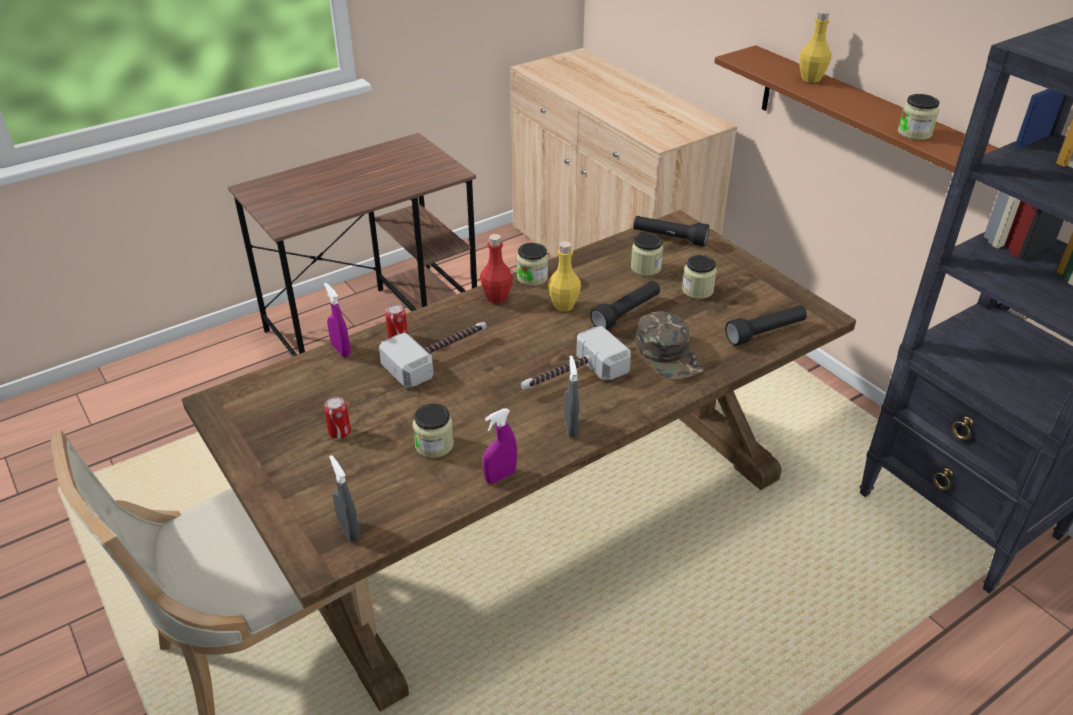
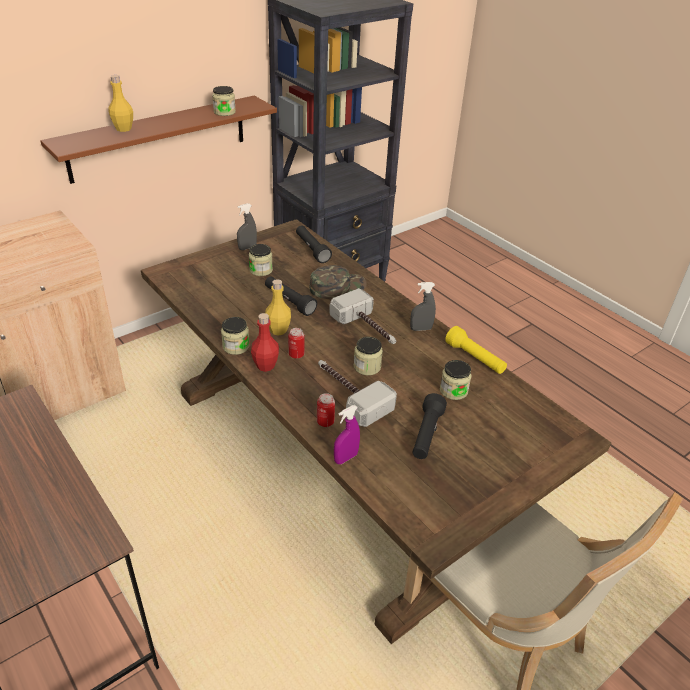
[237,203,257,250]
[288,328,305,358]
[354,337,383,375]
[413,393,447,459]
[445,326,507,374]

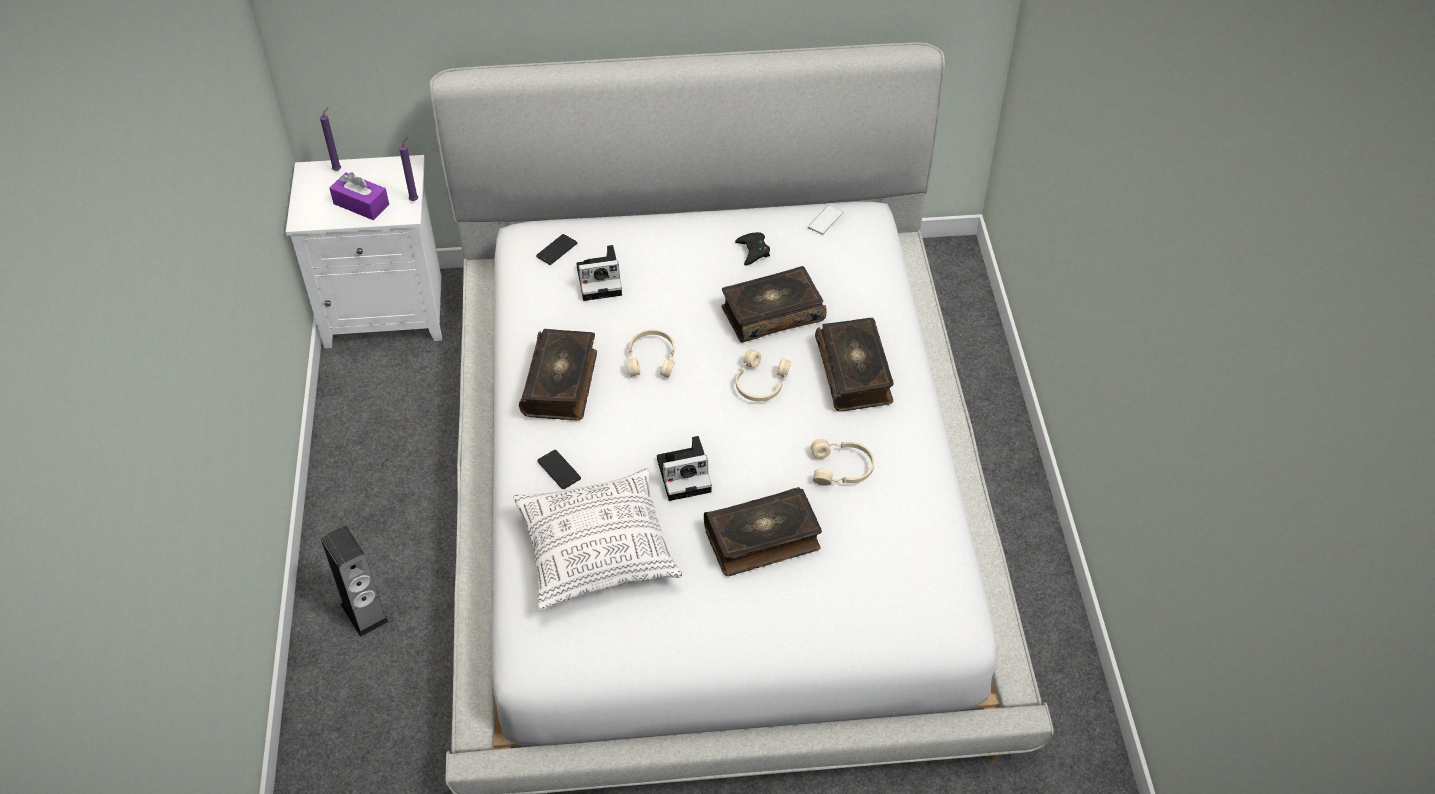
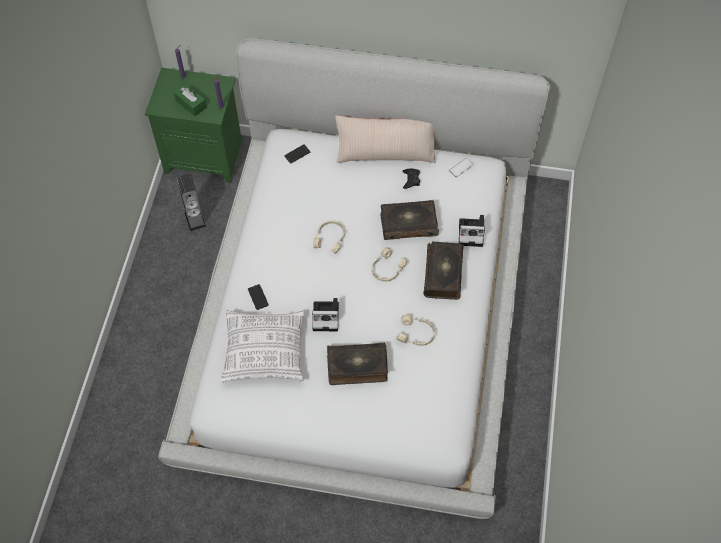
[145,68,242,183]
[174,84,207,116]
[176,174,206,231]
[335,115,436,163]
[459,215,485,247]
[519,329,597,421] (first image)

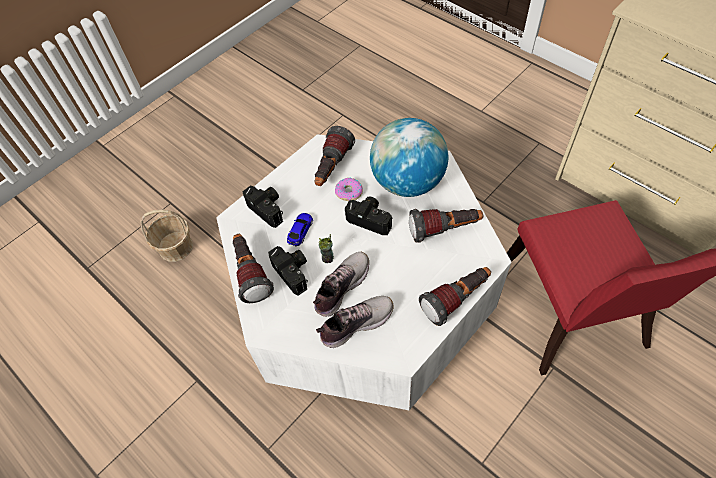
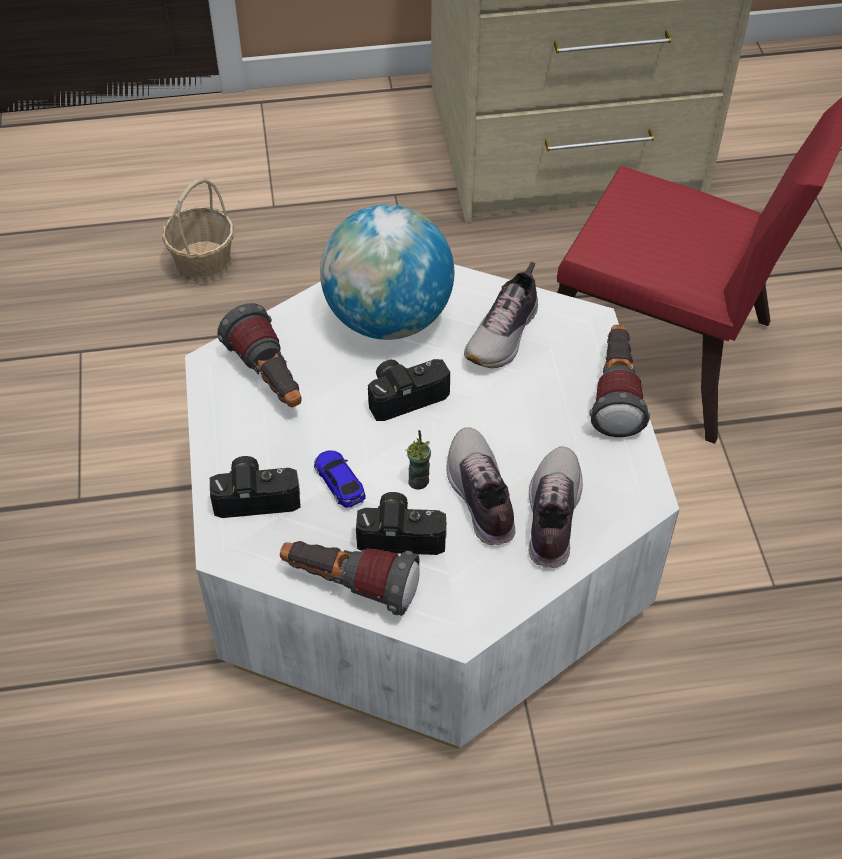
[162,178,234,285]
[464,262,538,368]
[335,178,363,201] (first image)

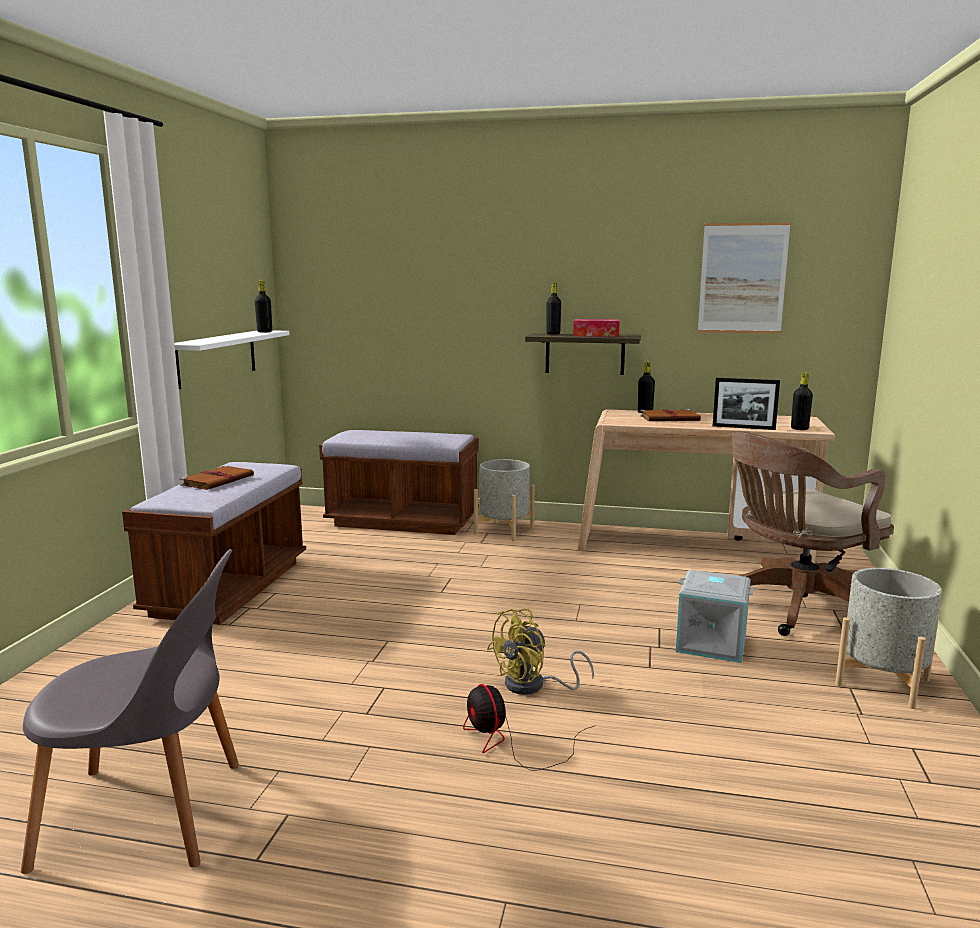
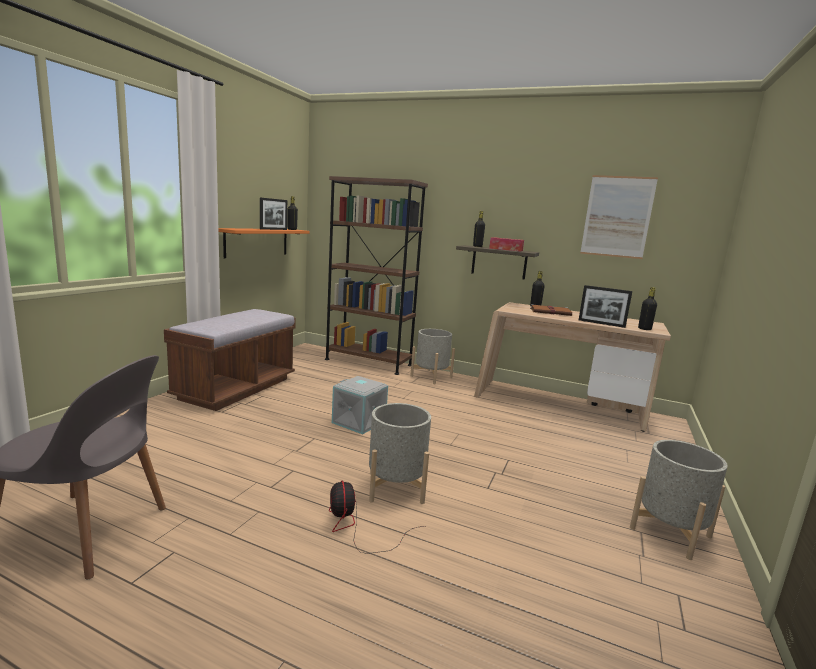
[218,228,309,258]
[260,198,287,230]
[325,176,428,375]
[332,376,388,434]
[369,403,431,504]
[180,465,254,490] (first image)
[732,431,894,636] (first image)

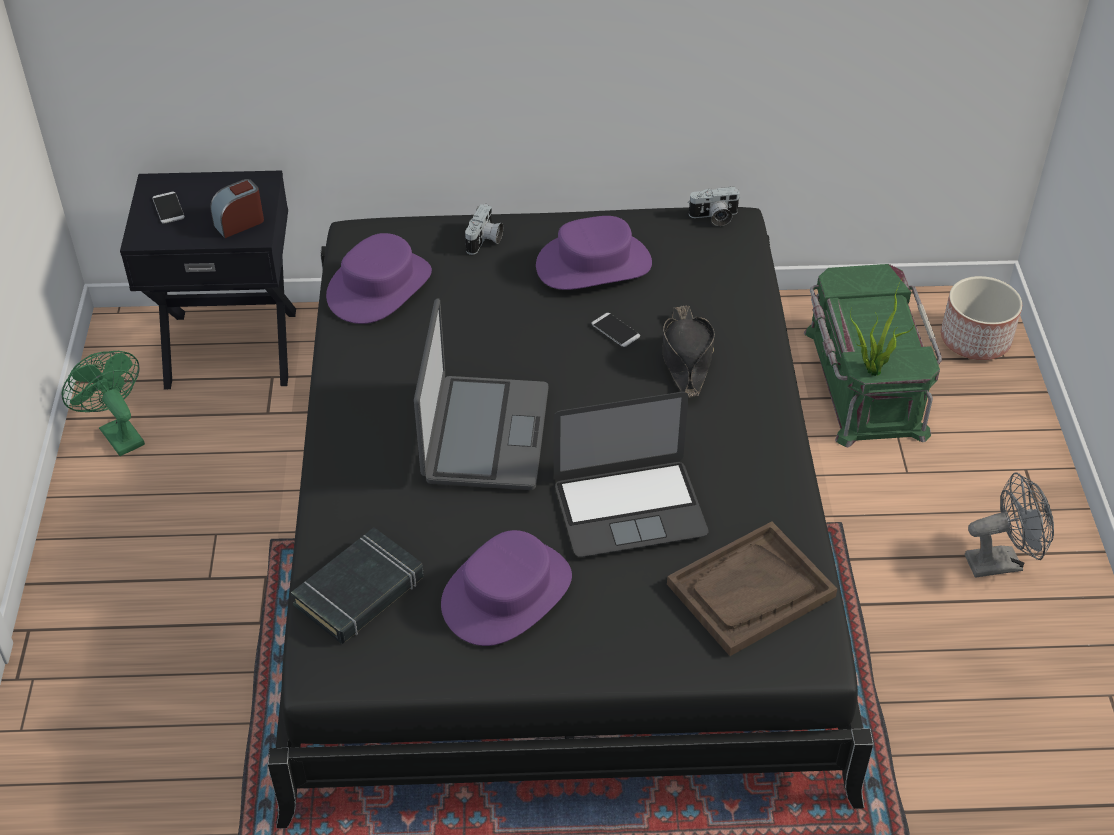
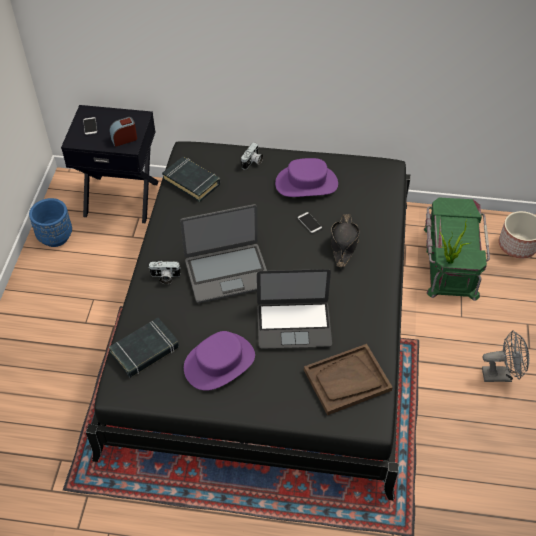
[29,198,72,247]
[148,261,181,284]
[162,156,220,202]
[180,204,267,303]

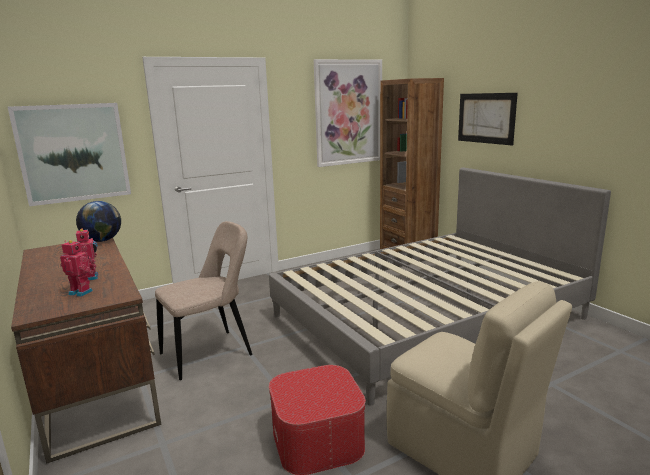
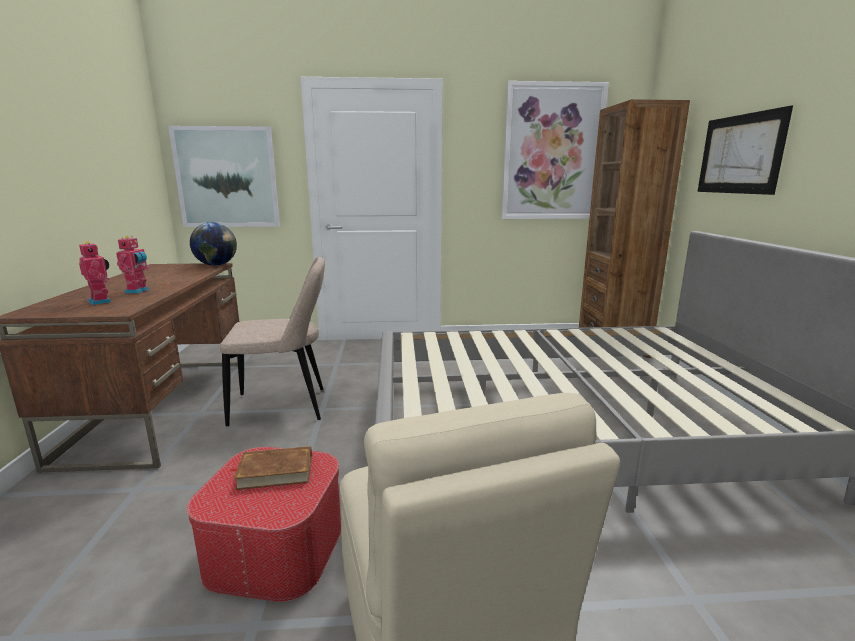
[230,446,312,490]

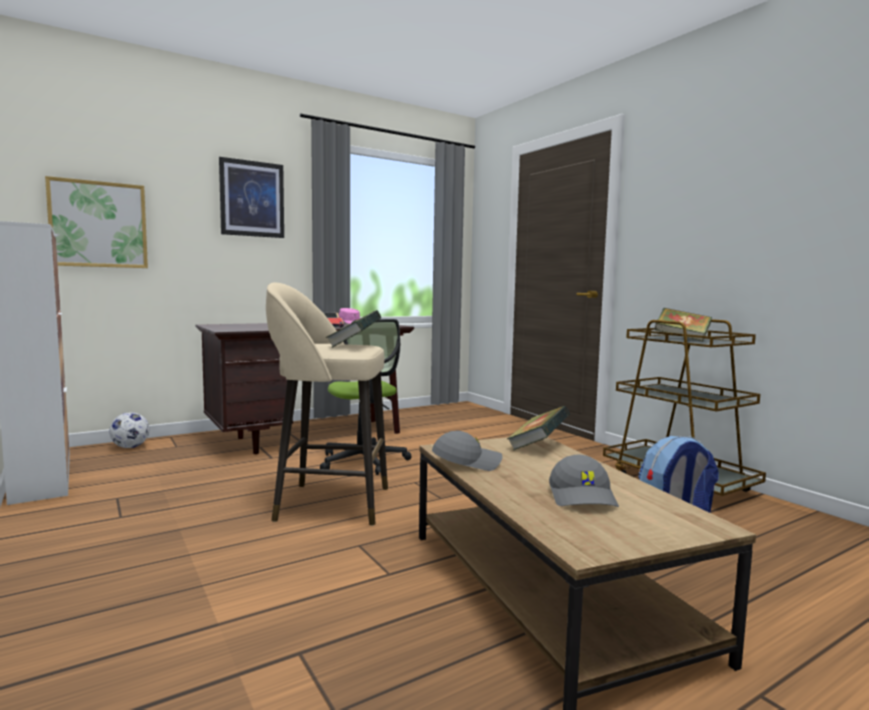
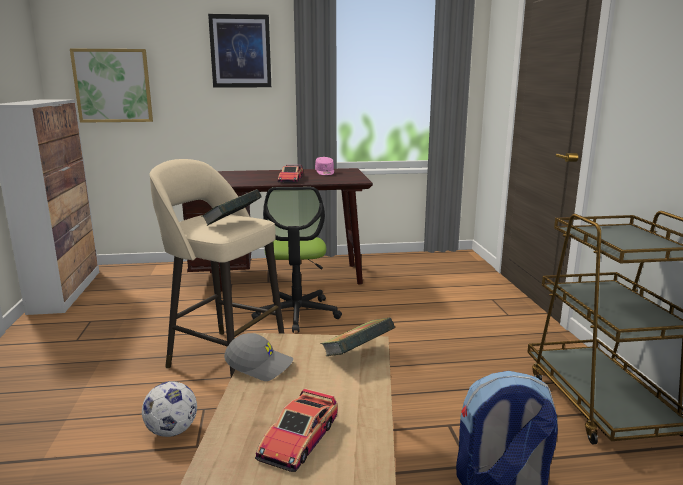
[142,381,197,437]
[255,388,337,472]
[654,308,712,341] (first image)

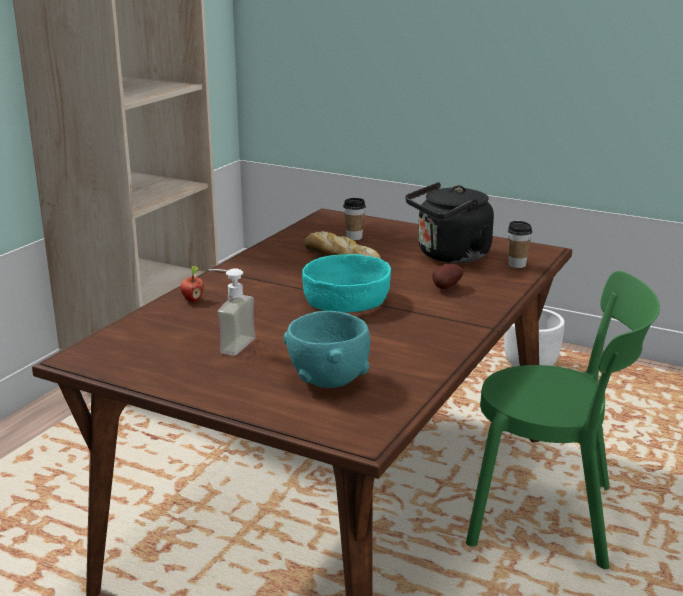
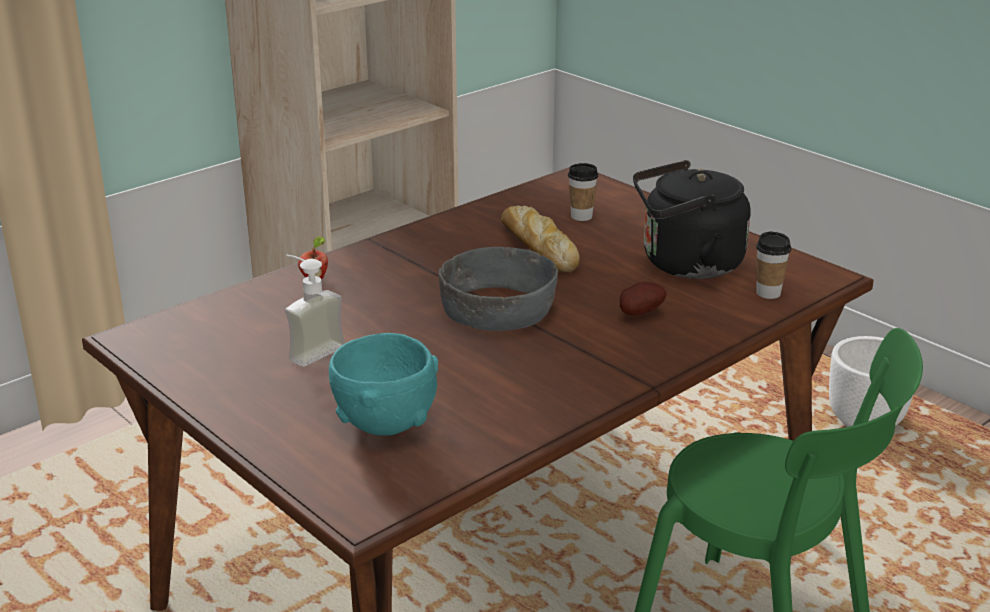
[438,247,558,331]

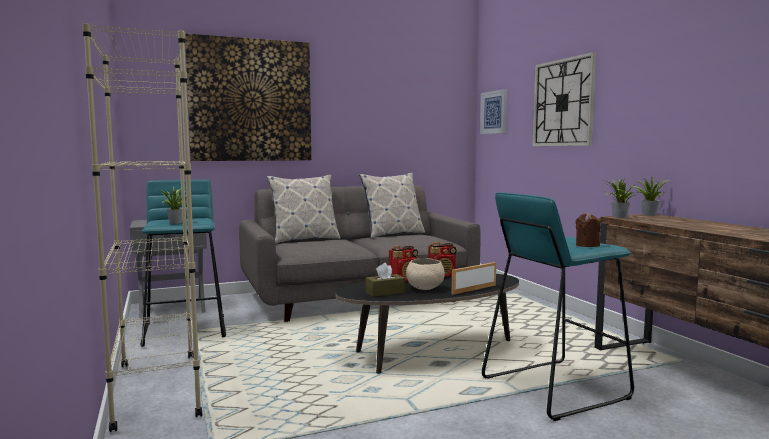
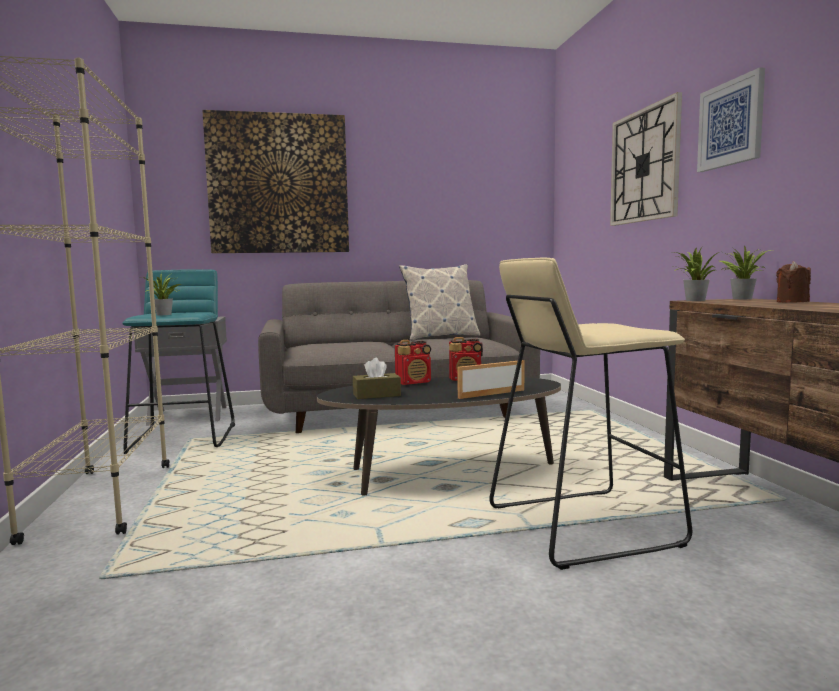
[489,258,692,570]
[697,67,765,172]
[776,261,811,303]
[267,175,340,244] (first image)
[406,259,445,290] (first image)

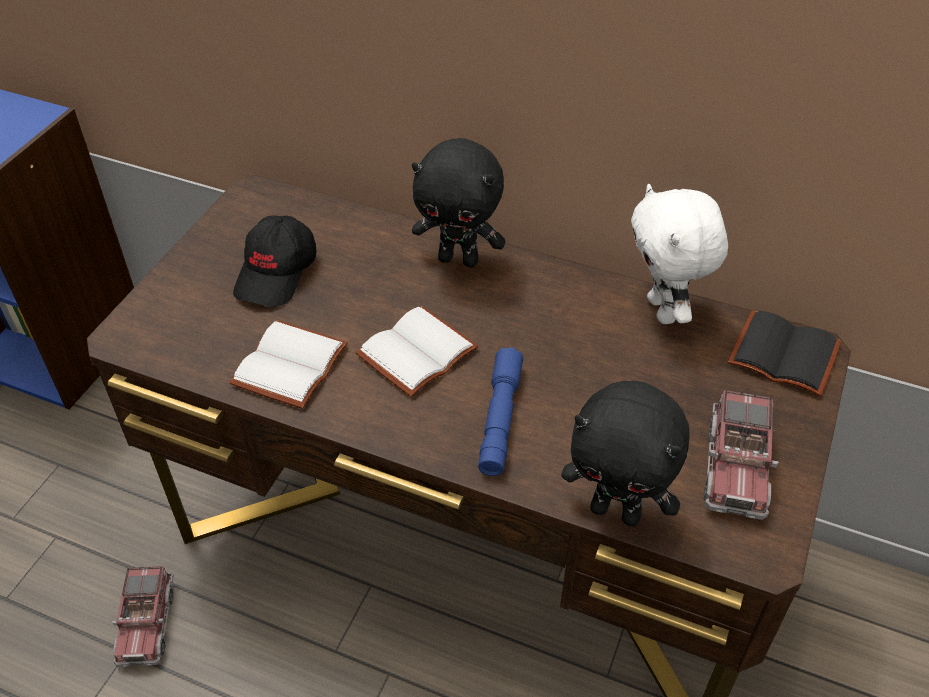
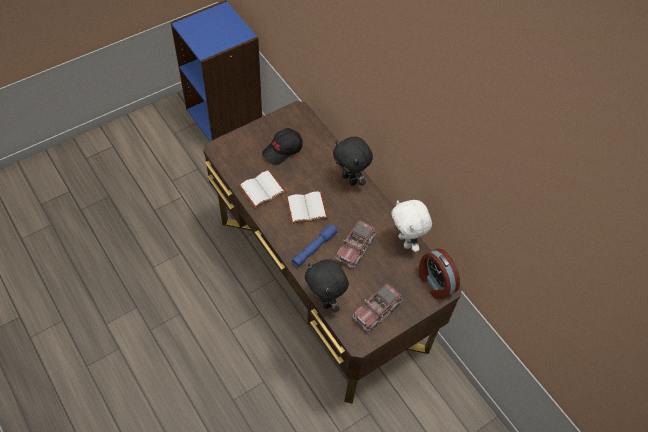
[335,220,377,268]
[391,200,432,252]
[419,249,460,299]

